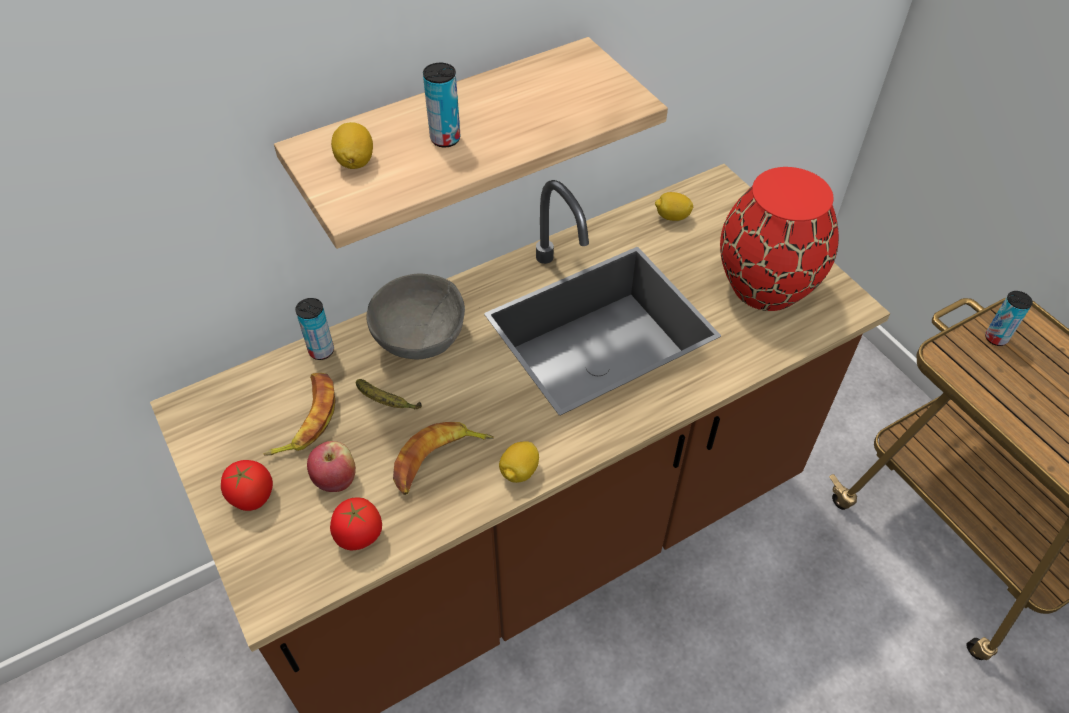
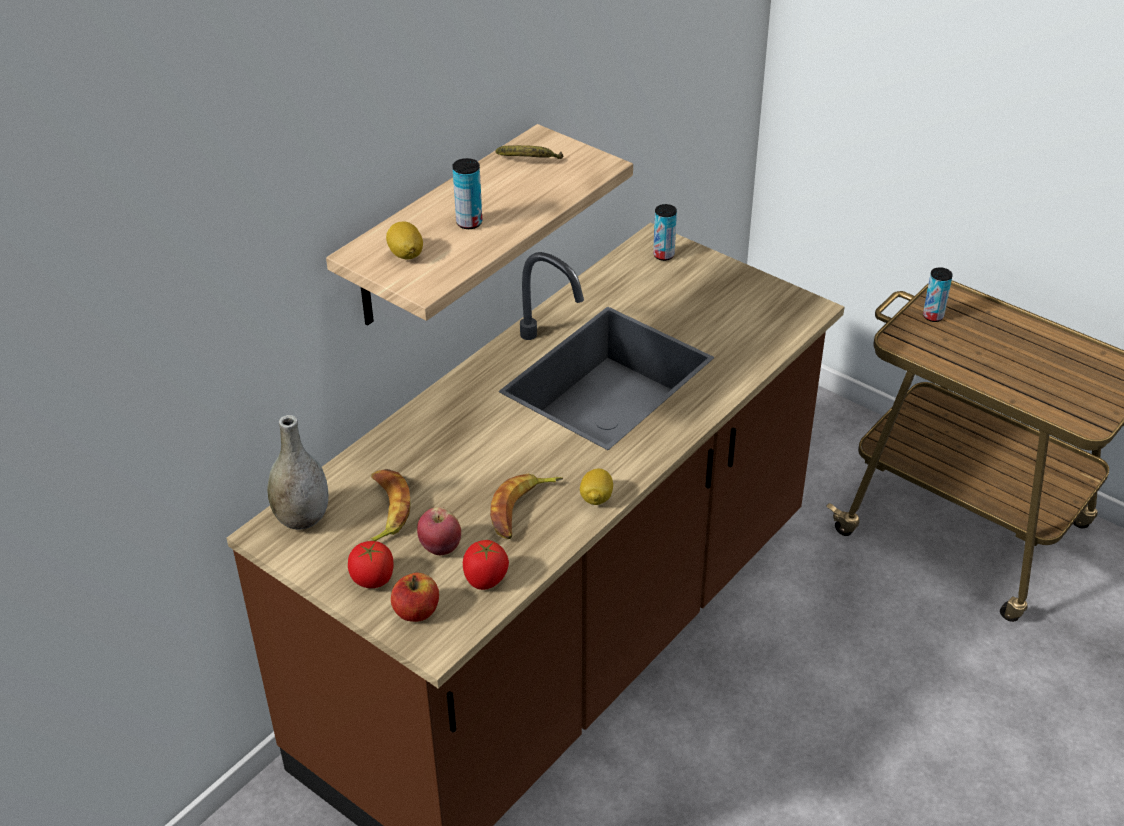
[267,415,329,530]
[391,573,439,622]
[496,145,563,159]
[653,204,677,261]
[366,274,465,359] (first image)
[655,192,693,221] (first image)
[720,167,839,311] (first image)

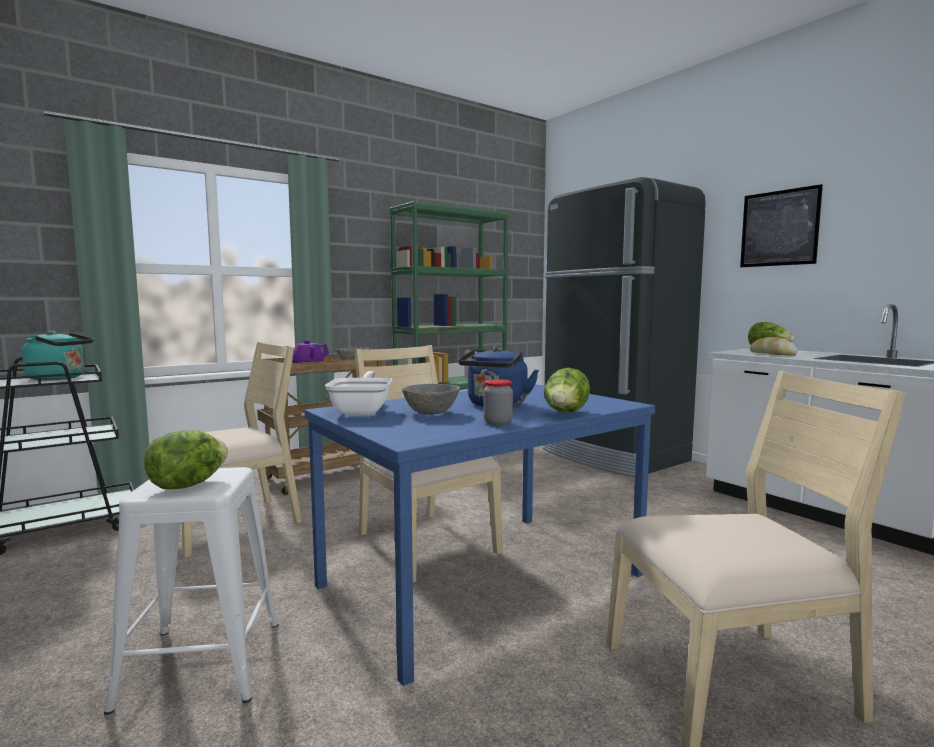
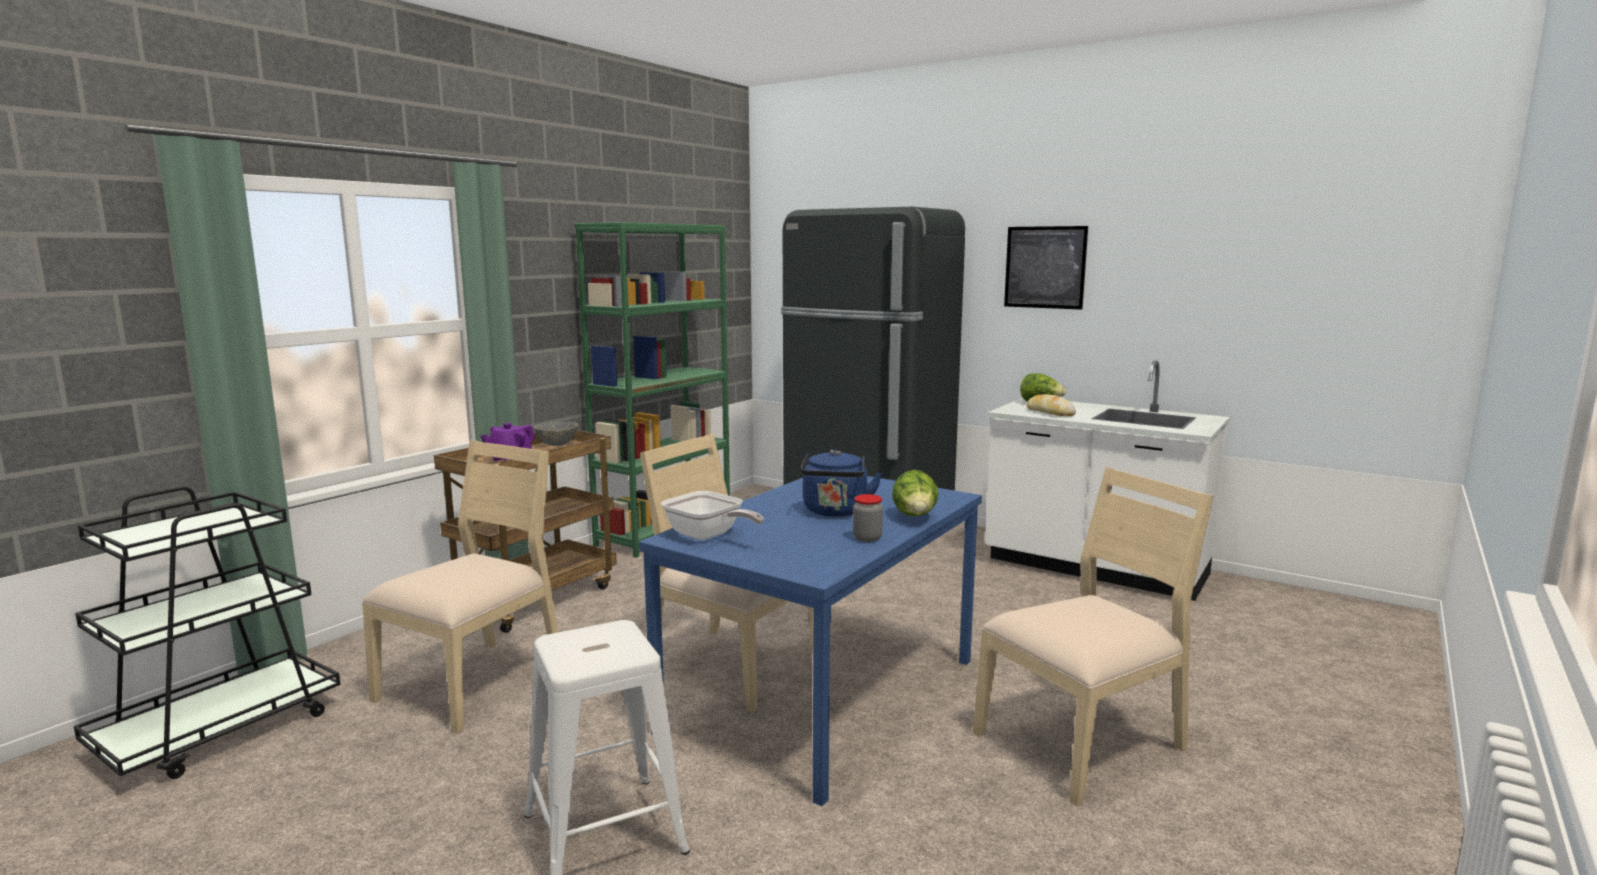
[661,491,764,540]
[22,331,93,380] (first image)
[144,430,228,489] (first image)
[402,384,460,415] (first image)

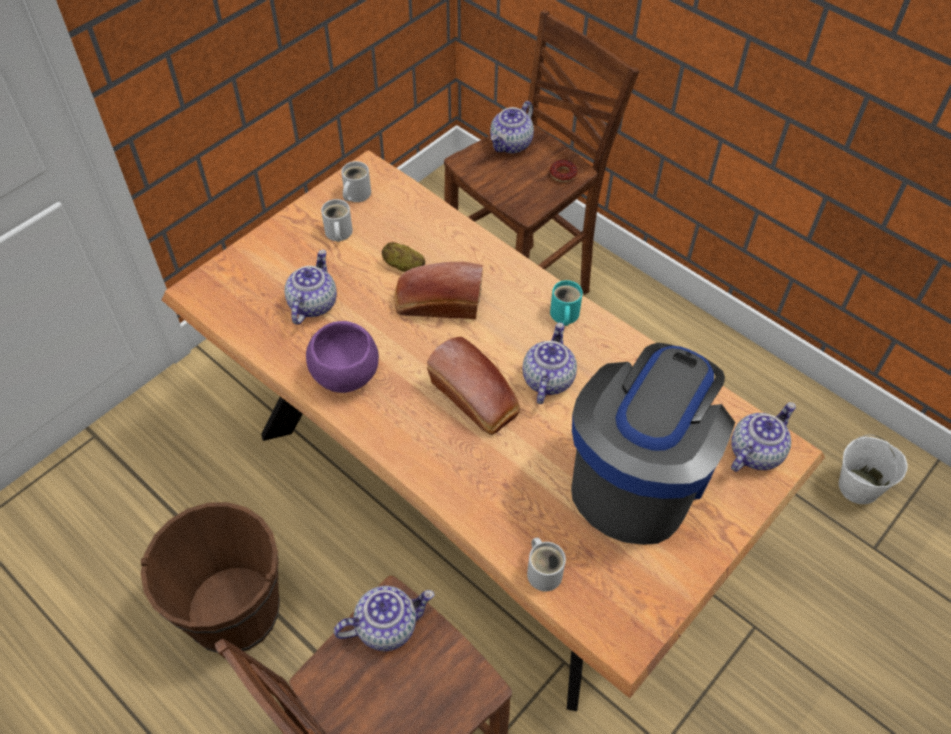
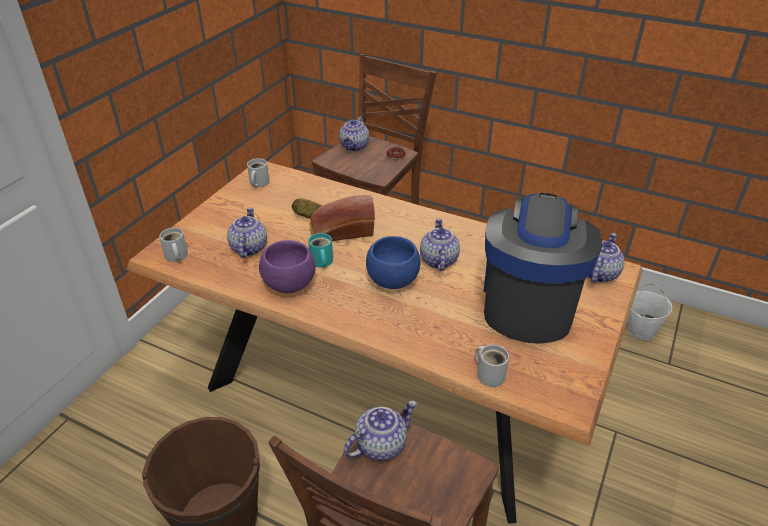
[159,228,188,262]
[308,233,333,268]
[366,236,420,289]

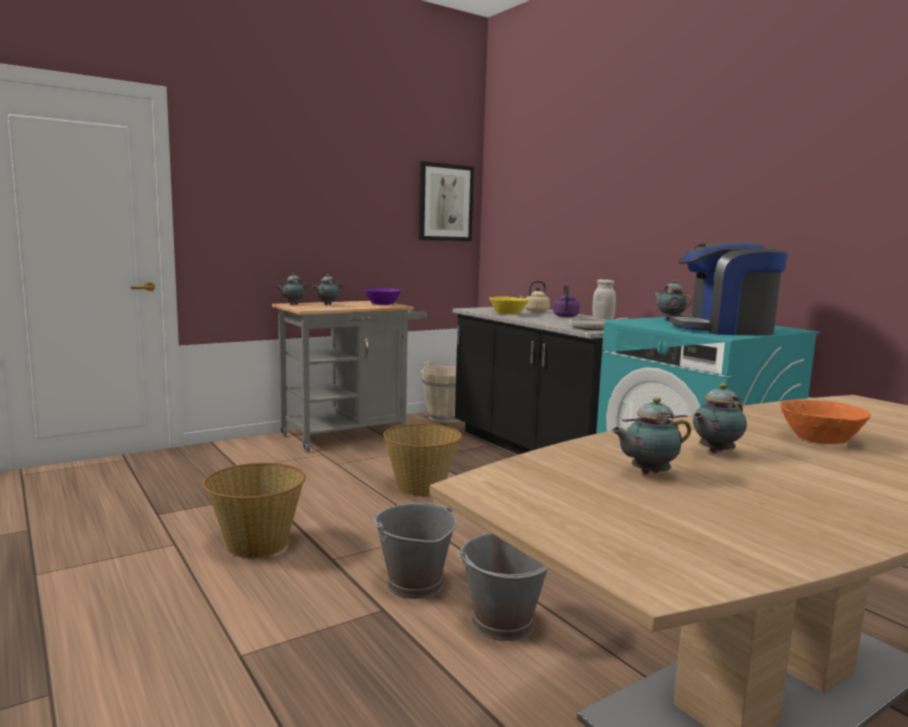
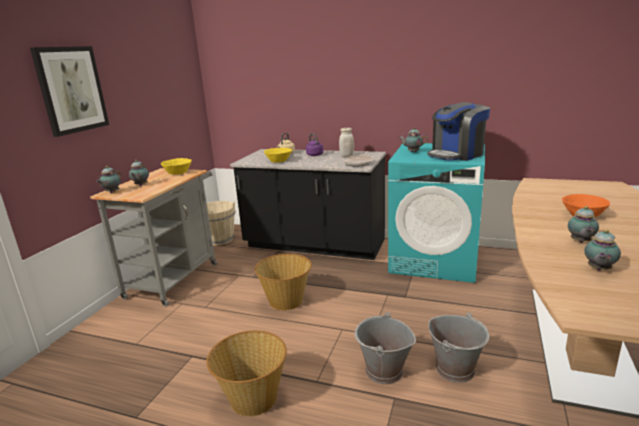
[30,46,109,137]
[161,158,192,175]

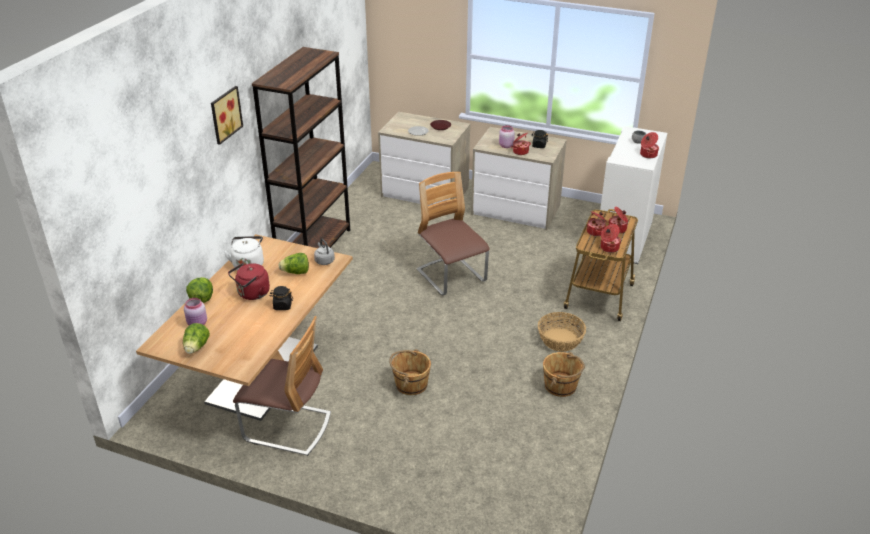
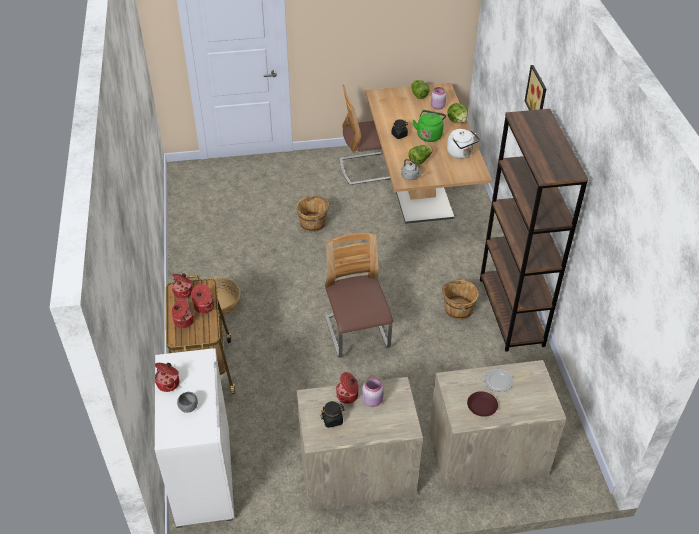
[325,233,393,358]
[413,110,446,142]
[442,278,479,320]

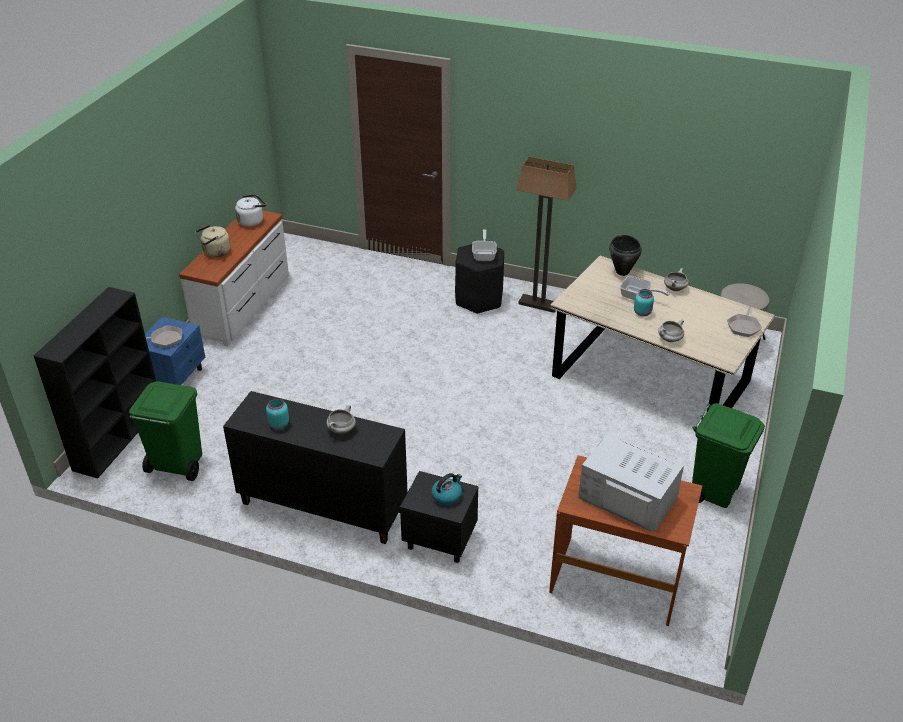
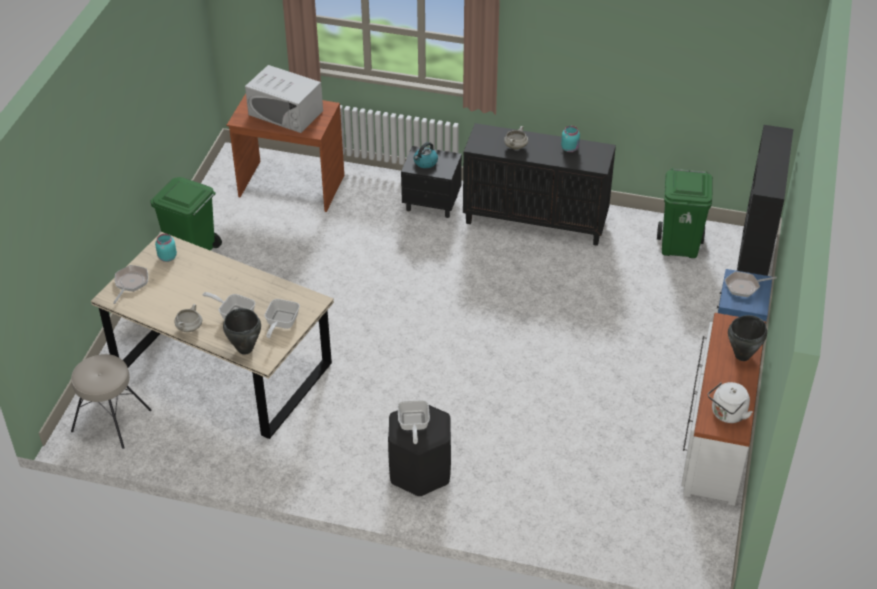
[155,234,177,262]
[264,299,300,338]
[728,315,767,361]
[516,156,577,313] (first image)
[658,320,684,342] (first image)

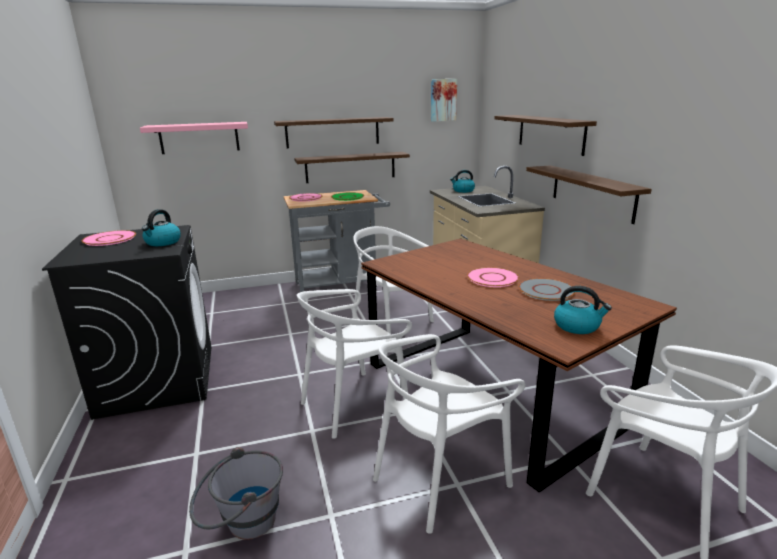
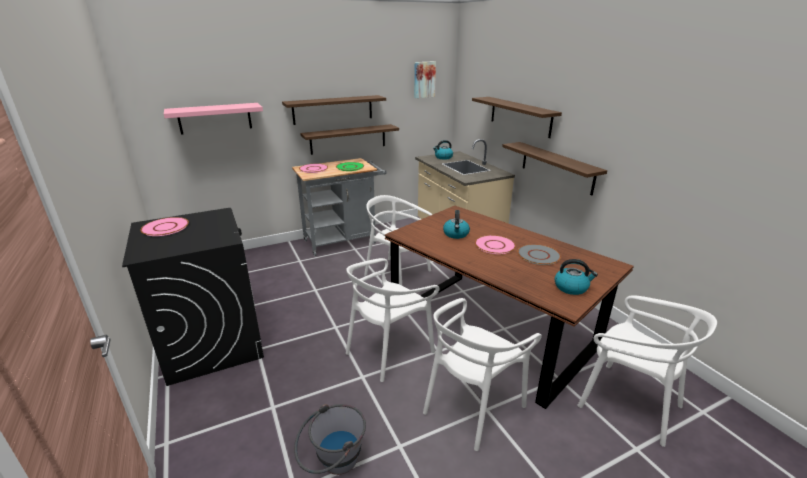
[443,210,470,239]

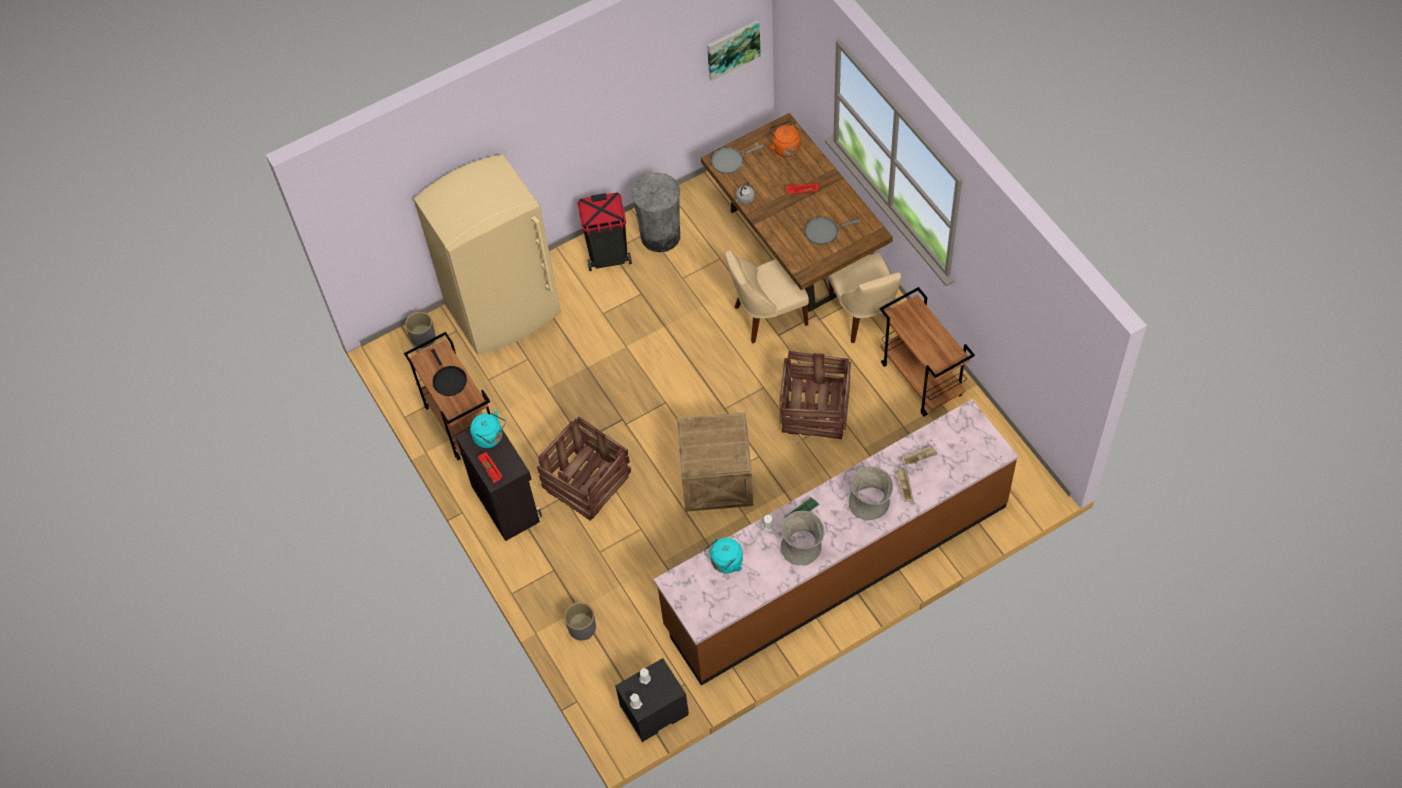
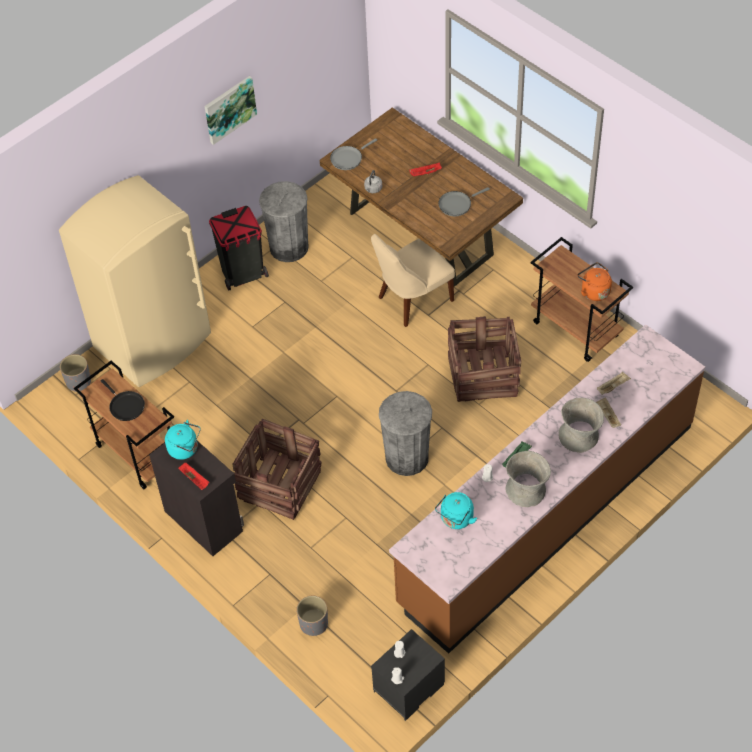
[205,76,257,145]
[379,391,432,476]
[577,262,612,301]
[828,253,901,343] (first image)

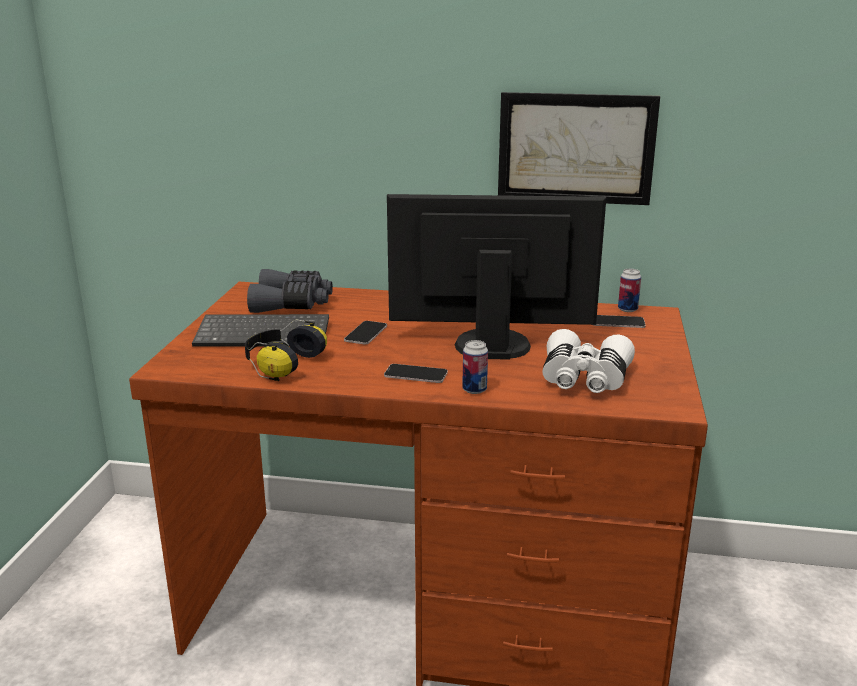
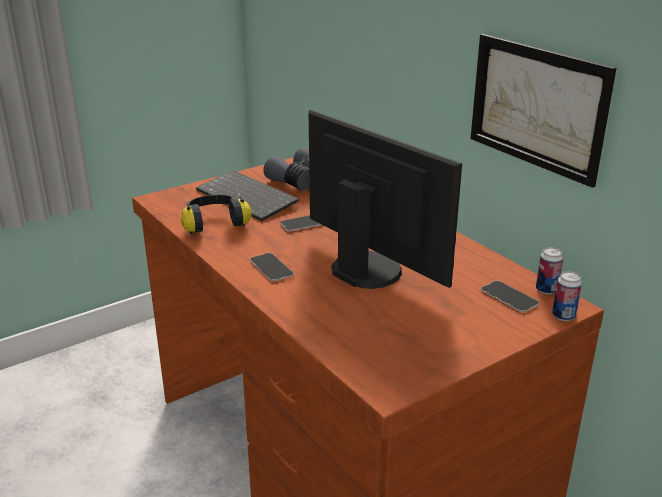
[552,271,582,321]
[542,329,635,393] (first image)

